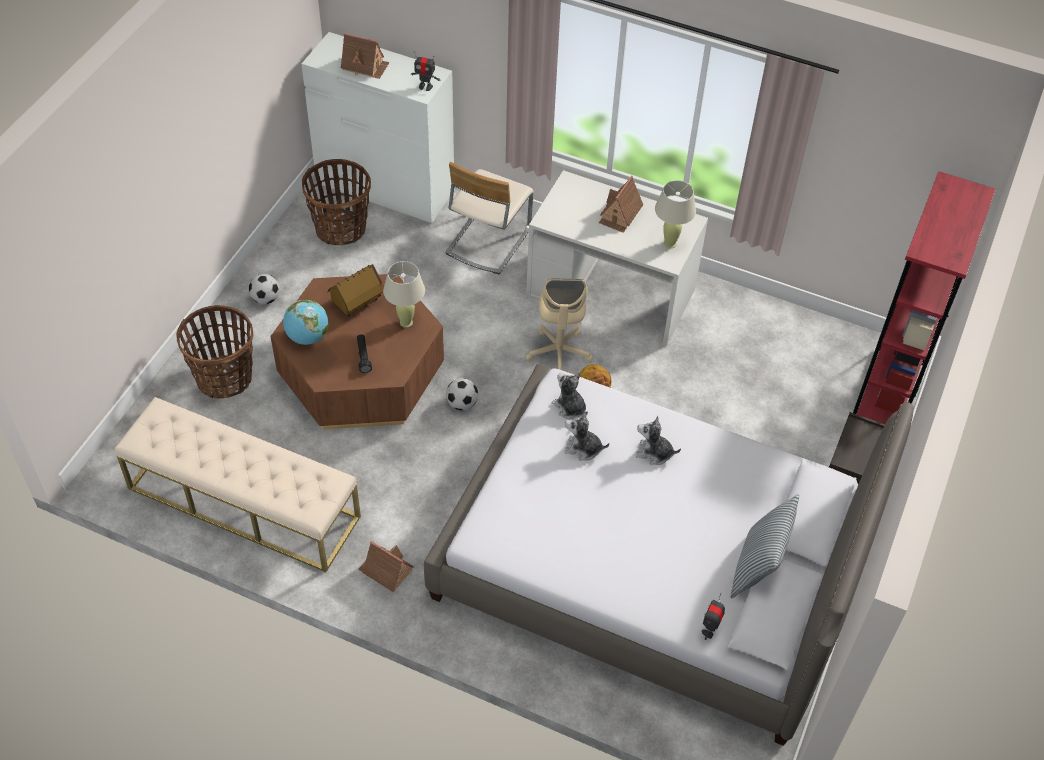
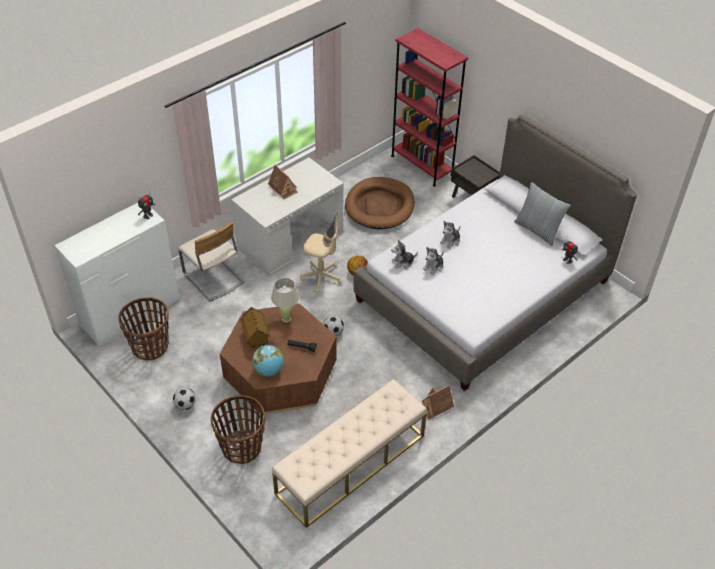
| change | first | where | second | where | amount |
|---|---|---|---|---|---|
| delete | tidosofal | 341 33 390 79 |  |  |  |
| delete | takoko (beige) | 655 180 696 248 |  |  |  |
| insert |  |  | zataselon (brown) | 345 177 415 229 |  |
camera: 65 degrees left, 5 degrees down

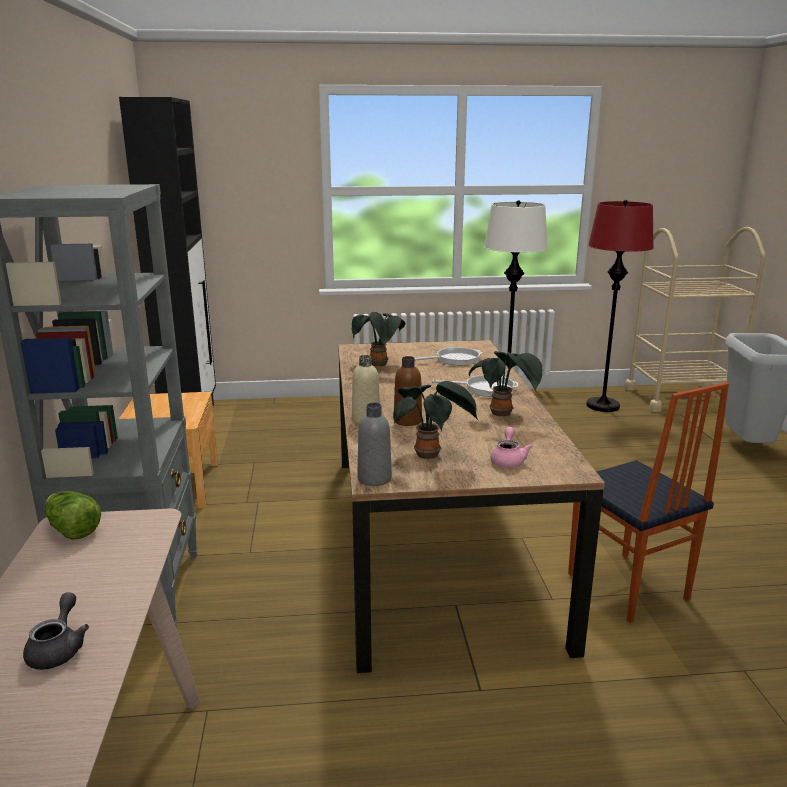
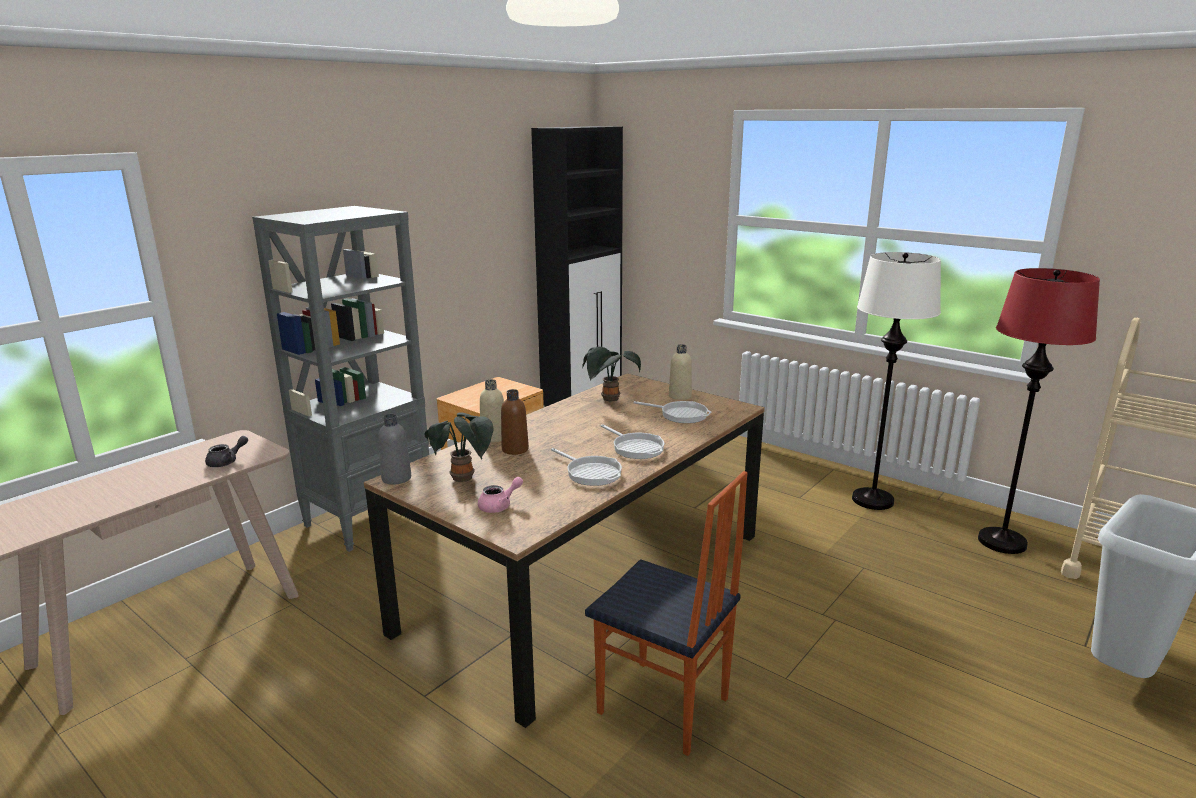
| change | first | where | second | where | amount |
|---|---|---|---|---|---|
| move | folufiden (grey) | 23 592 89 670 |  | 205 436 248 467 |  |
| delete | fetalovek | 45 491 101 540 |  |  |  |
| replace | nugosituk | 469 351 542 417 | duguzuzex | 551 448 622 486 |  |
| rotate | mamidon | 568 382 729 623 |  | 585 471 748 756 | 75 degrees counterclockwise |
| insert |  |  | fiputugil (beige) | 669 344 692 400 |  |
camera: 45 degrees right, 0 degrees up

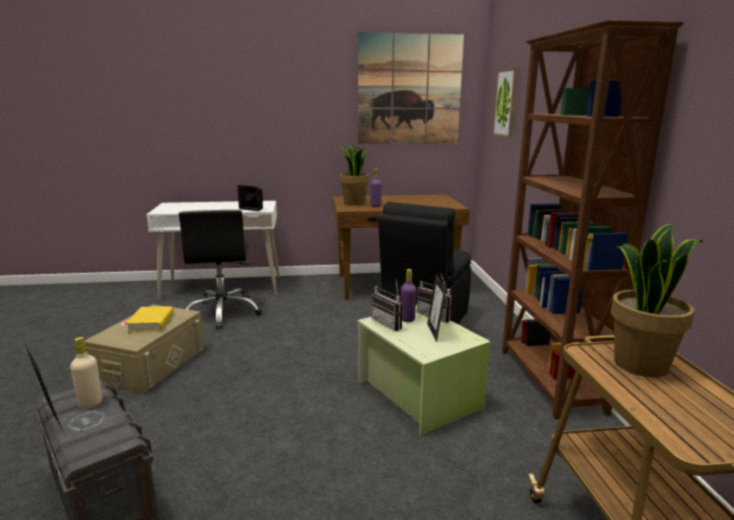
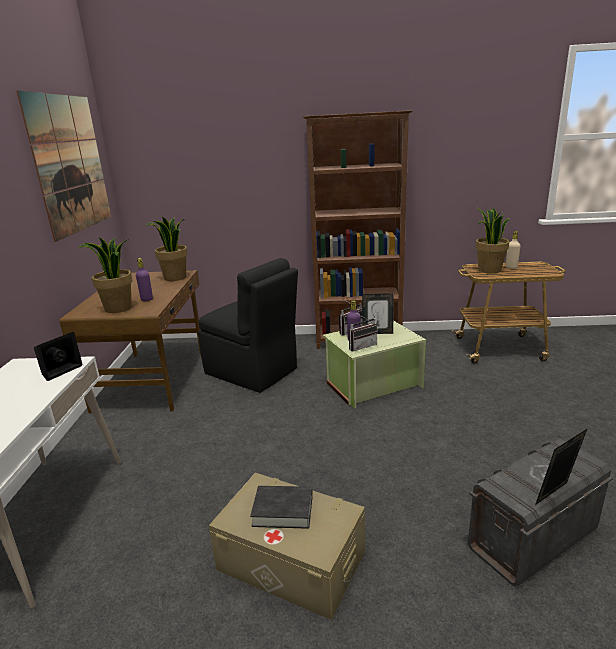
| change | first | where | second | where | amount |
|---|---|---|---|---|---|
| move | fiputugil (beige) | 70 337 102 409 |  | 506 231 521 269 |  |
| recolor | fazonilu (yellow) | 126 306 174 333 | fazonilu (black) | 250 486 313 529 |  |
| delete | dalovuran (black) | 179 210 262 329 |  |  |  |
| delete | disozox | 492 67 519 138 |  |  |  |
| insert |  |  | nugosituk | 145 216 188 281 |  |
camera: 80 degrees left, 5 degrees up

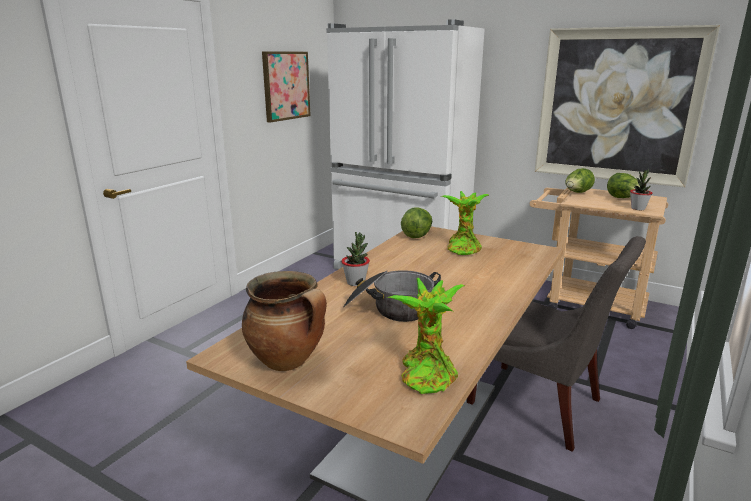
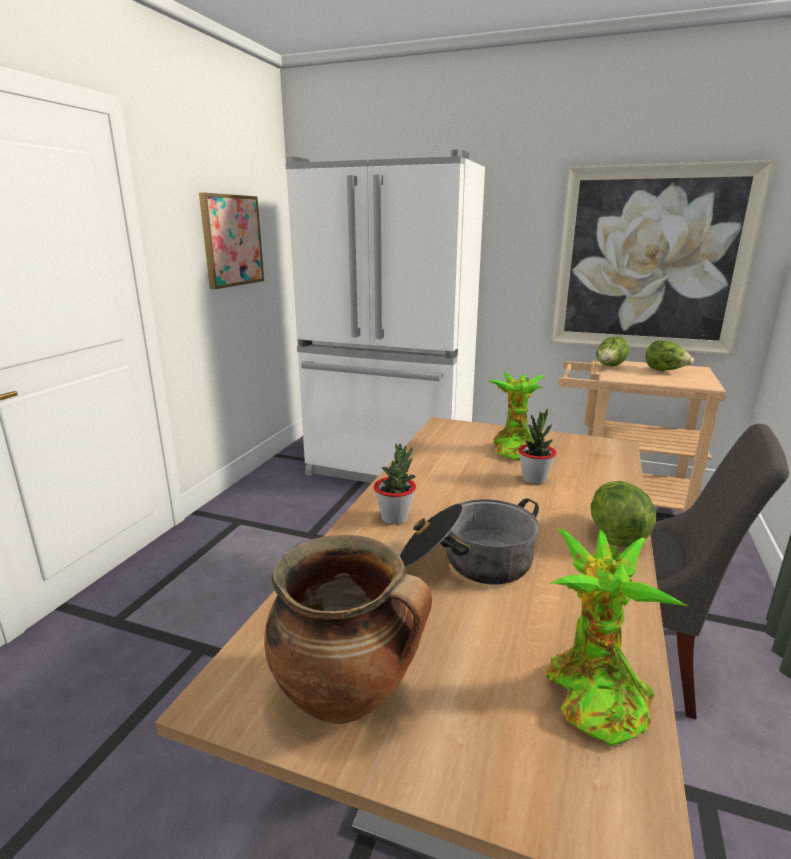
| change | first | where | second | where | amount |
|---|---|---|---|---|---|
| move | fetalovek | 401 207 432 238 |  | 591 481 656 547 |  |
| move | nugosituk | 630 169 652 210 |  | 518 409 556 484 |  |
camera: 10 degrees left, 0 degrees up

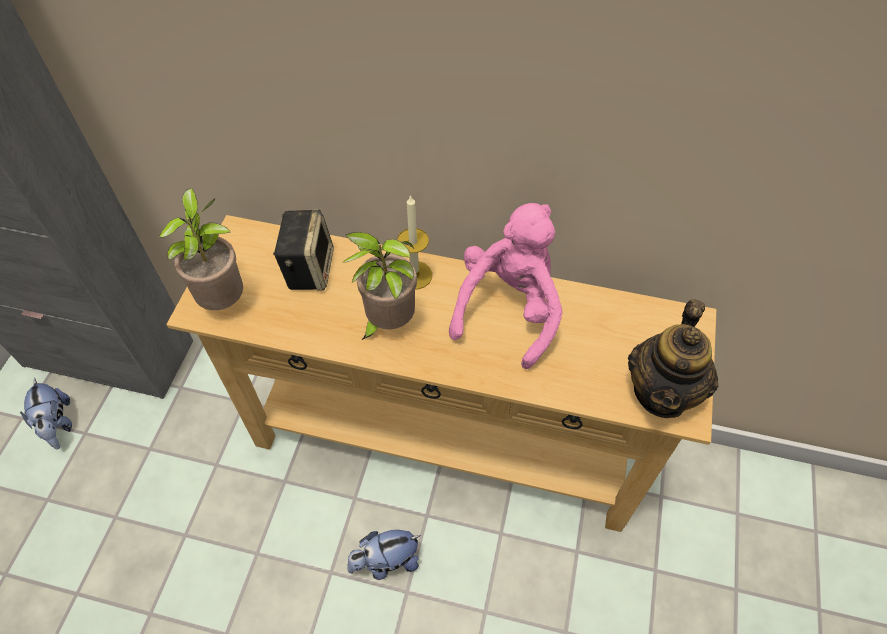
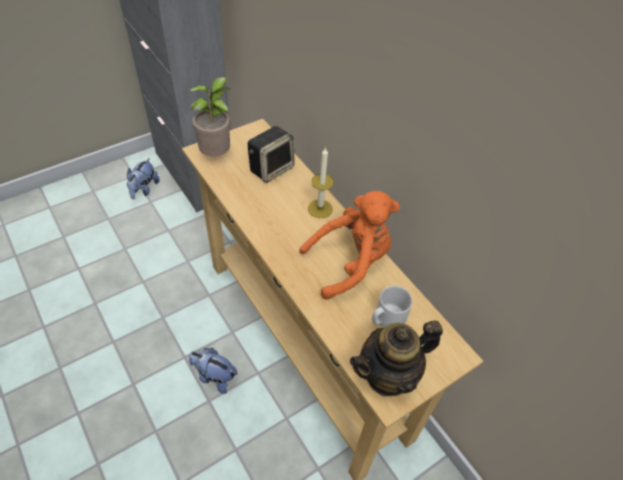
| change | first | where | second | where | amount |
|---|---|---|---|---|---|
| delete | nugosituk | 342 232 417 340 |  |  |  |
| recolor | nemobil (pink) | 449 203 563 369 | nemobil (orange) | 299 191 400 299 |  |
| insert |  |  | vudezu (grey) | 372 286 412 328 |  |
camera: 40 degrees right, 5 degrees down

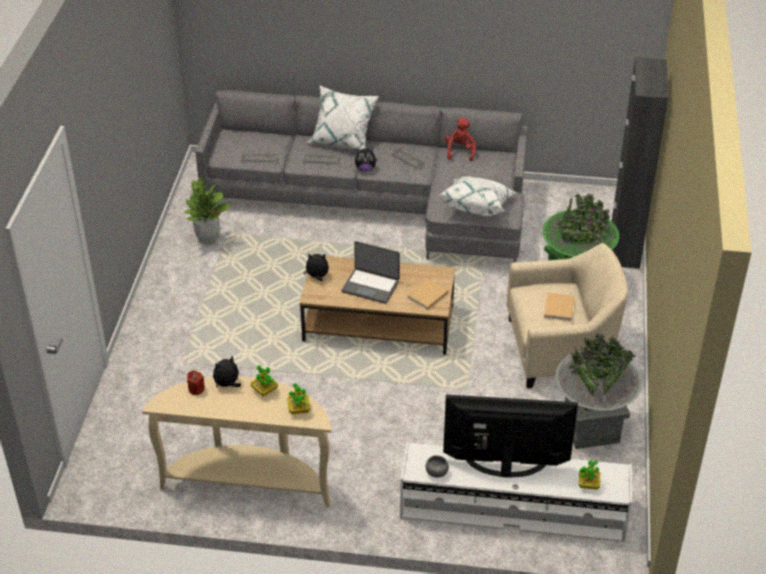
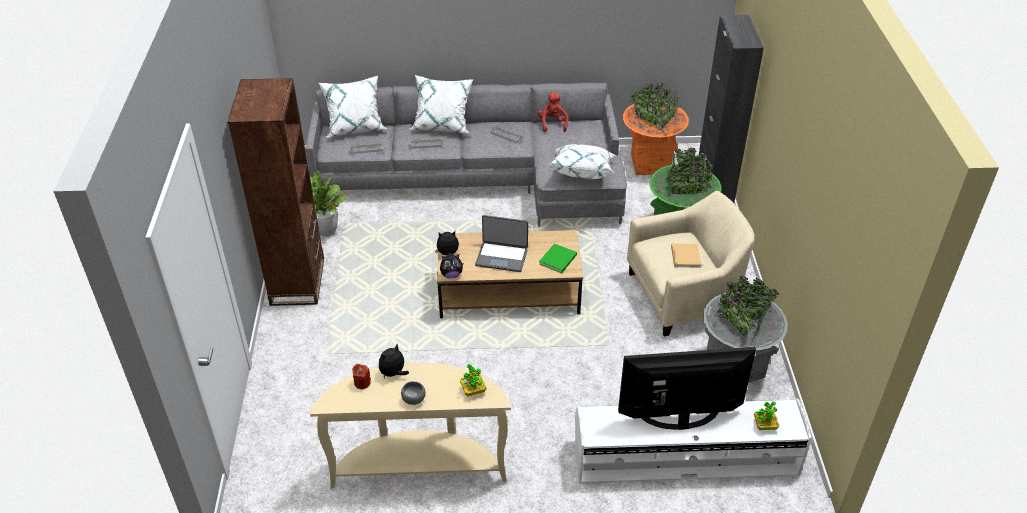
| change | first | where | second | where | amount |
|---|---|---|---|---|---|
| delete | nugosituk | 251 366 278 397 |  |  |  |
| move | nemobil | 355 148 378 171 |  | 440 254 464 278 |  |
| recolor | fazonilu (beige) | 407 278 448 310 | fazonilu (green) | 539 243 577 273 |  |
| move | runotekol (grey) | 426 455 449 478 |  | 401 381 426 405 |  |
| insert |  |  | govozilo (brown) | 228 78 324 306 |  |
| insert |  |  | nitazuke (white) | 319 76 388 138 |  |
| insert |  |  | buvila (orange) | 623 83 689 175 |  |
camera: 10 degrees left, 0 degrees up

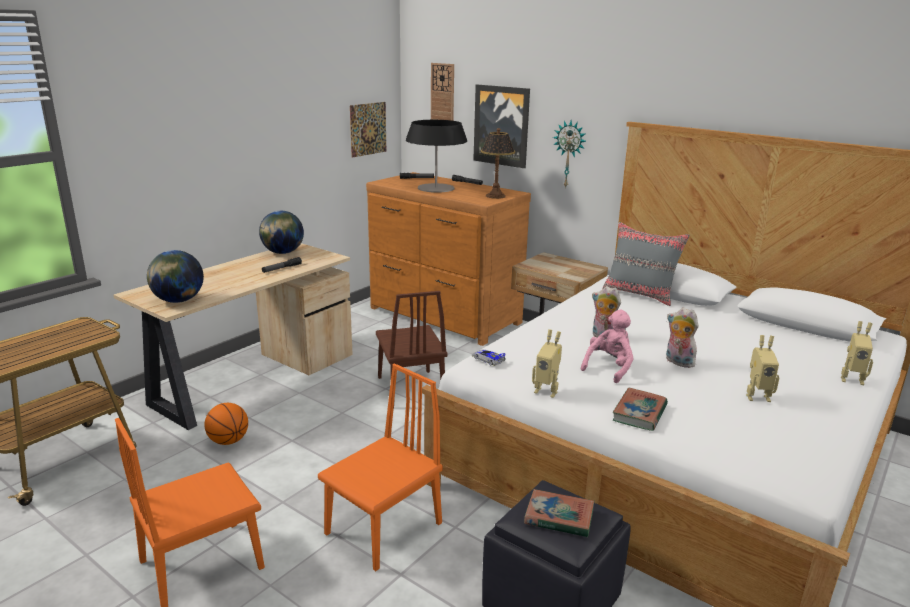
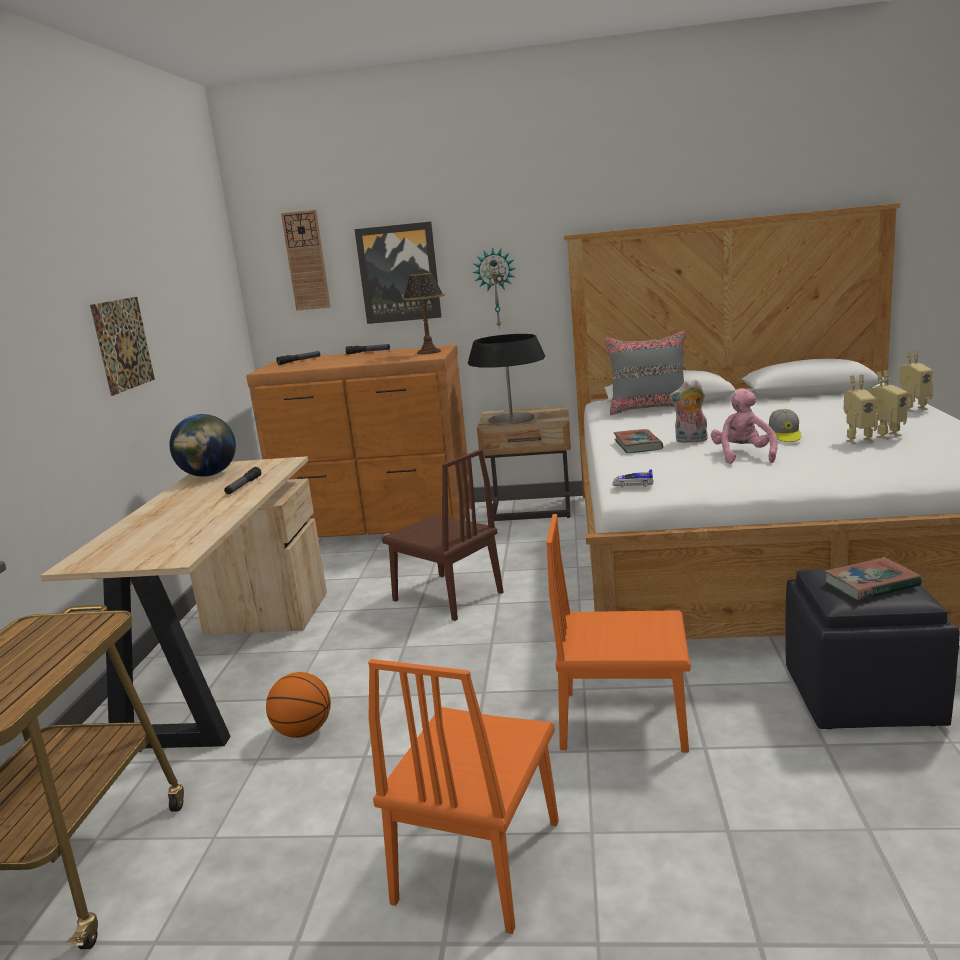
| change | first | where | second | where | amount |
|---|---|---|---|---|---|
| delete | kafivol | 147 250 204 303 |  |  |  |
| rotate | mamidon (orange) | 318 363 443 571 |  | 546 514 691 753 | 90 degrees counterclockwise |
| move | disozox | 350 102 386 158 |  | 90 297 155 396 |  |
| move | takoko | 406 120 467 193 |  | 468 334 545 425 |  |
| move | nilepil | 532 329 562 398 |  | 844 375 878 444 |  |
| move | fazonilu | 613 388 668 431 |  | 614 429 663 453 |  |
| replace | nemobil | 666 308 699 368 | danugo | 769 409 801 442 |  |
camera: 30 degrees left, 5 degrees down

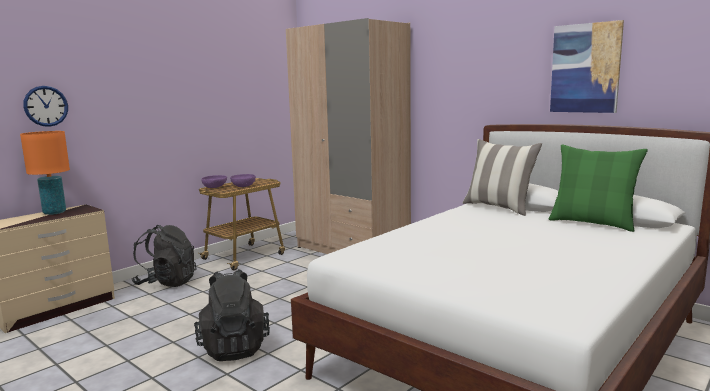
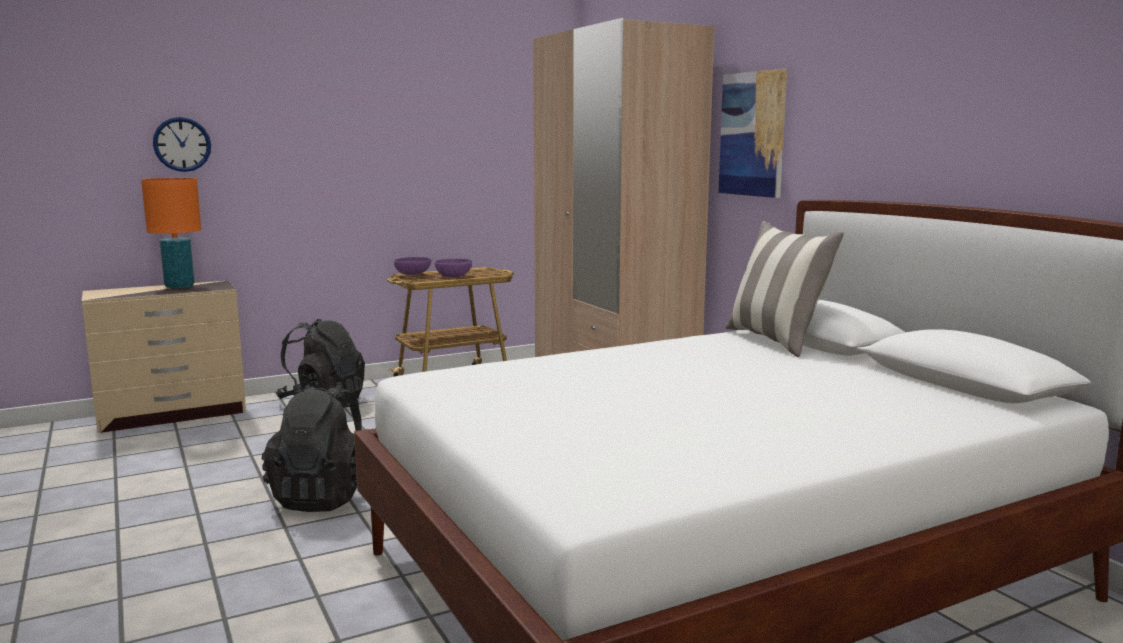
| change | first | where | second | where | amount |
|---|---|---|---|---|---|
| delete | nitazuke (green) | 548 145 648 232 |  |  |  |
| move | disozox | 550 20 624 113 |  | 718 69 787 198 |  |
camera: 20 degrees right, 0 degrees up

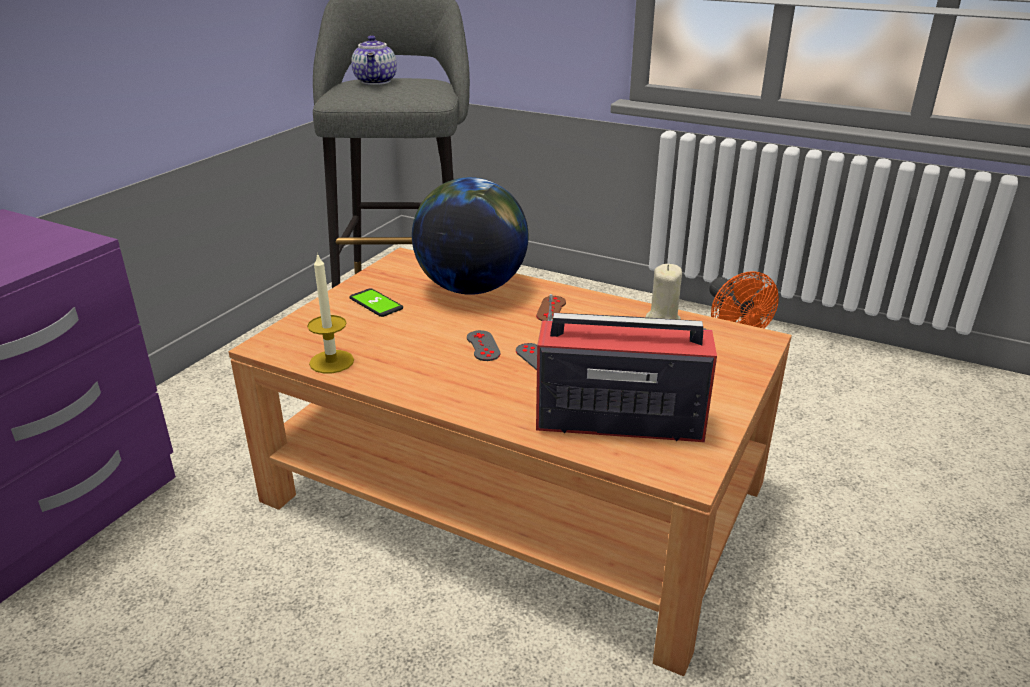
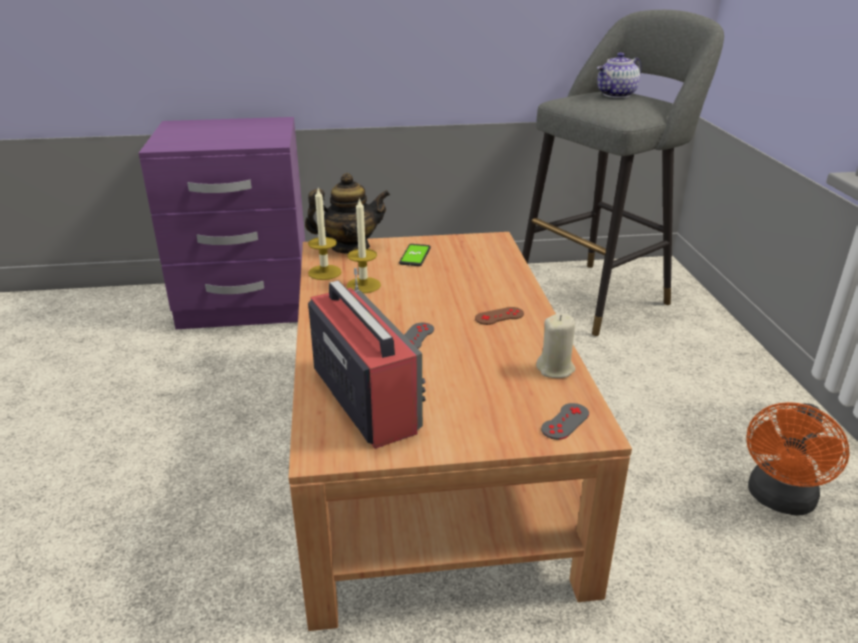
| change | first | where | second | where | amount |
|---|---|---|---|---|---|
| delete | kafivol | 412 177 529 295 |  |  |  |
| move | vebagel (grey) | 467 330 501 361 |  | 541 403 589 440 |  |
| insert |  |  | folufiden | 305 173 390 254 |  |
| insert |  |  | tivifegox | 347 198 381 293 |  |
camera: 55 degrees right, 0 degrees up

